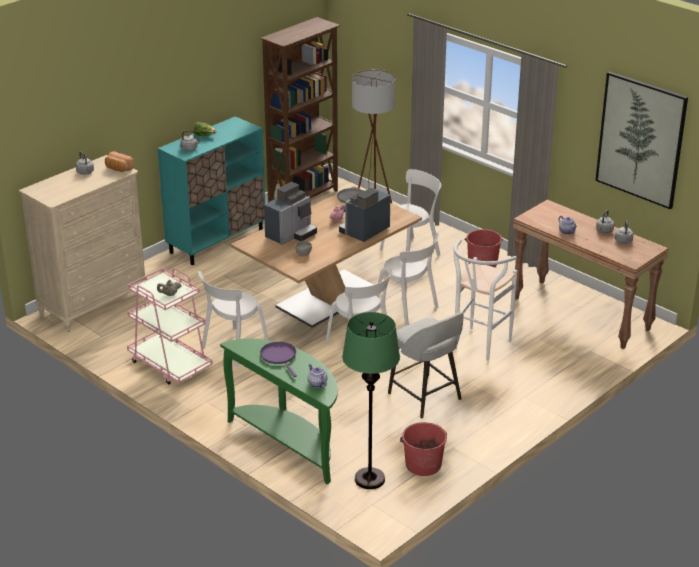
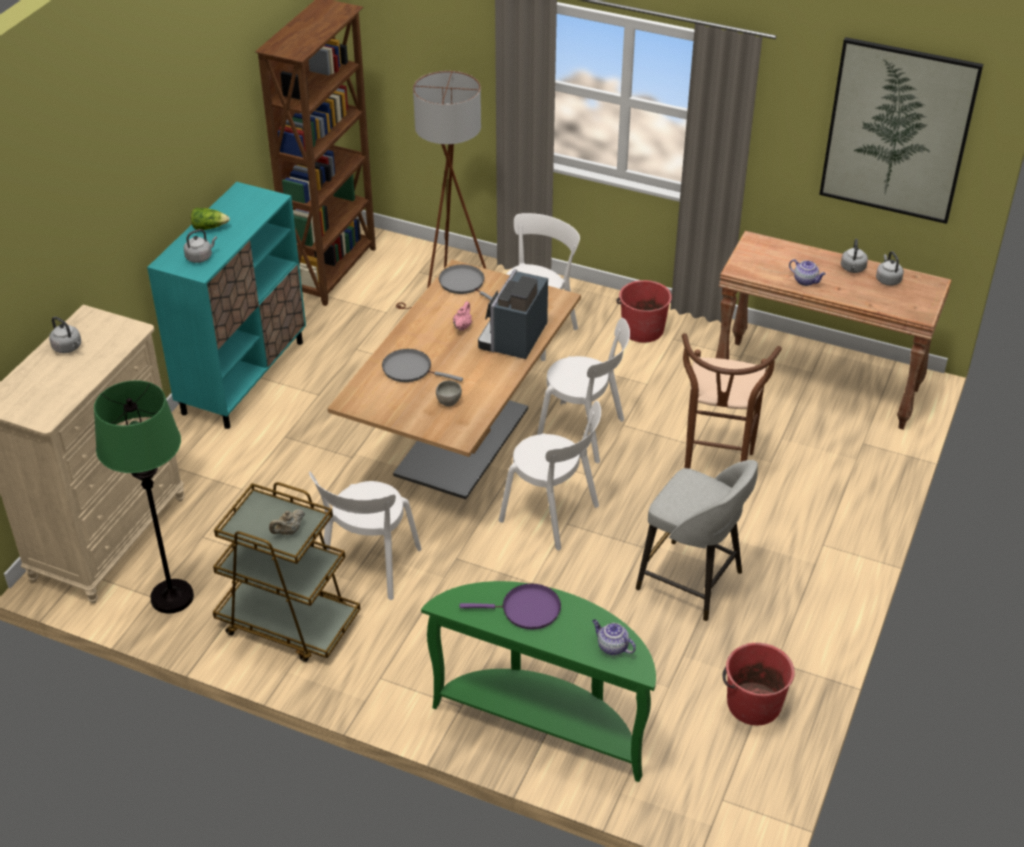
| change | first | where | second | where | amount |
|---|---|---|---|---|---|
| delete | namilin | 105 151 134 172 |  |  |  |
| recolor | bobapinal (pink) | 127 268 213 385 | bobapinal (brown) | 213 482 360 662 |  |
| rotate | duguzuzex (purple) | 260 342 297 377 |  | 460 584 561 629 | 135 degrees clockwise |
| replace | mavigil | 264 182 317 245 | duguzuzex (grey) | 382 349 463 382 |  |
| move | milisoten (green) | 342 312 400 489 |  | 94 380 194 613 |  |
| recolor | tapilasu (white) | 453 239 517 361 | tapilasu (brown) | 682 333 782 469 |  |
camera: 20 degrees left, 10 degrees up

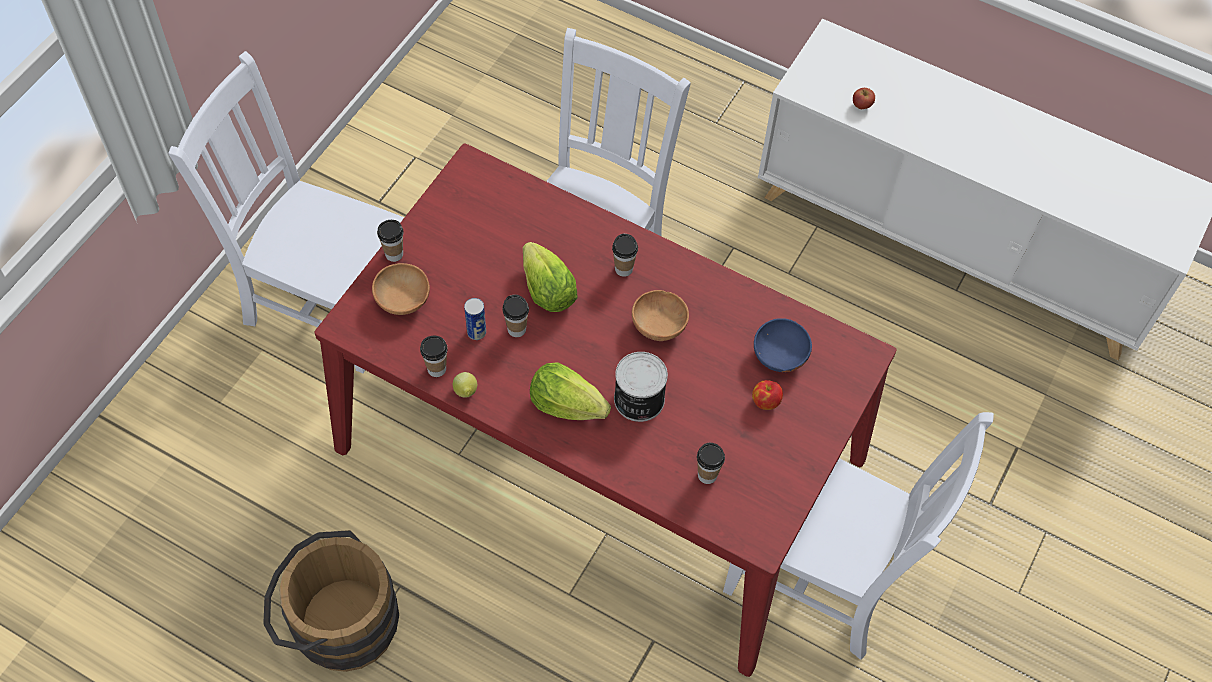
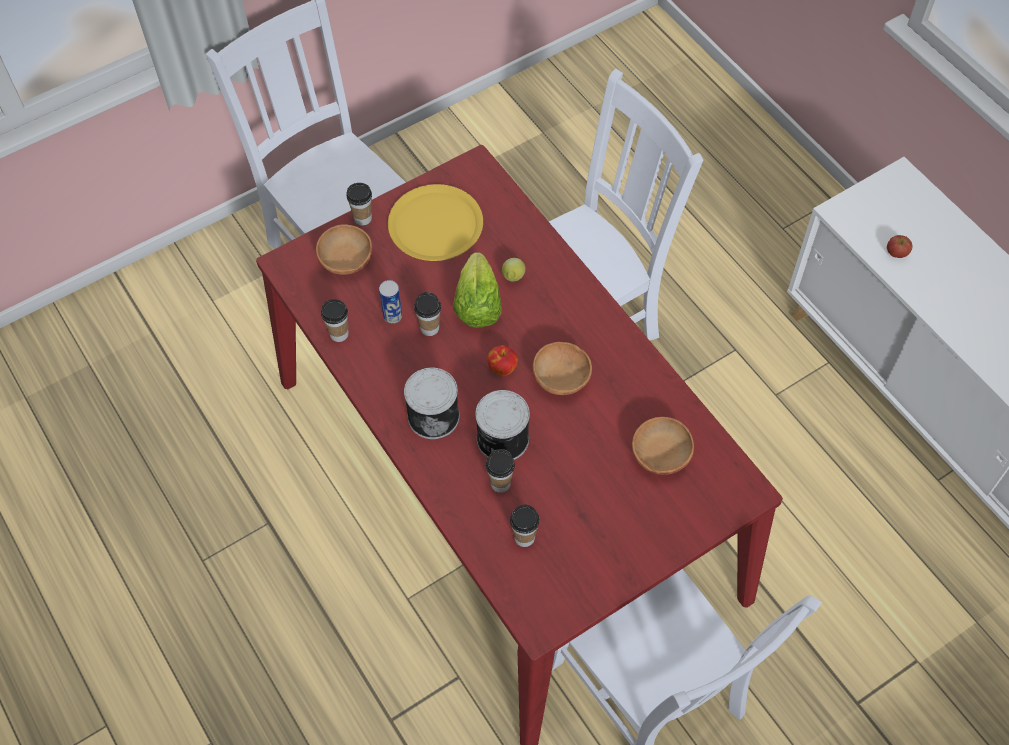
| change | first | where | second | where | amount |
|---|---|---|---|---|---|
| delete | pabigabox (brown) | 263 530 399 672 |  |  |  |
| move | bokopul | 453 372 477 398 |  | 502 258 525 282 |  |
| replace | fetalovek | 530 362 611 420 | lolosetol | 404 367 459 439 |  |
| move | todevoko | 612 234 638 277 |  | 486 449 515 493 |  |
| move | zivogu | 752 380 783 410 |  | 488 345 518 376 |  |
| recolor | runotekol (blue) | 754 318 812 372 | runotekol (brown) | 632 417 694 475 |  |
| insert |  |  | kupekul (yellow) | 388 184 483 261 |  |
camera: 30 degrees right, 0 degrees up

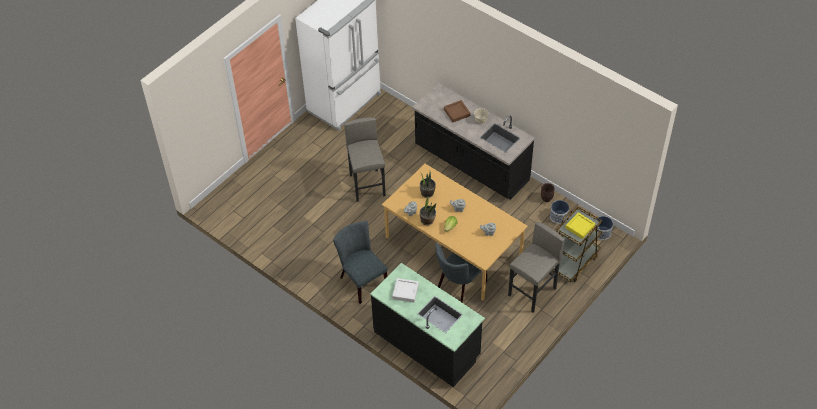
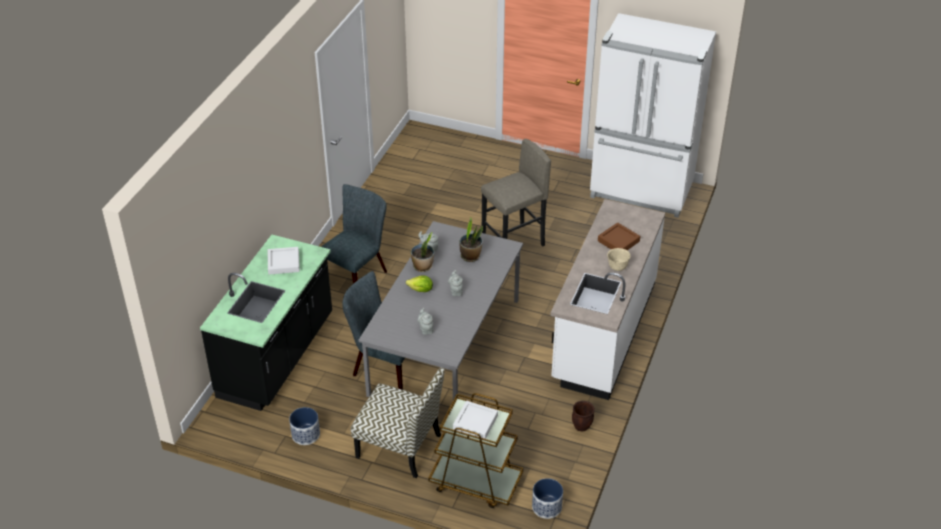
| change | first | where | second | where | amount |
|---|---|---|---|---|---|
| recolor | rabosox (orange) | 382 164 528 301 | rabosox (grey) | 359 221 523 400 |  |
| recolor | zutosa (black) | 412 83 535 200 | zutosa (white) | 550 199 665 400 |  |
| replace | tapilasu (grey) | 508 222 565 312 | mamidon | 351 367 445 478 |  |
| move | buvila | 550 200 569 224 |  | 289 407 320 445 |  |
| recolor | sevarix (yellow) | 565 212 595 239 | sevarix (white) | 453 401 498 439 |  |
camera: 70 degrees right, 10 degrees down

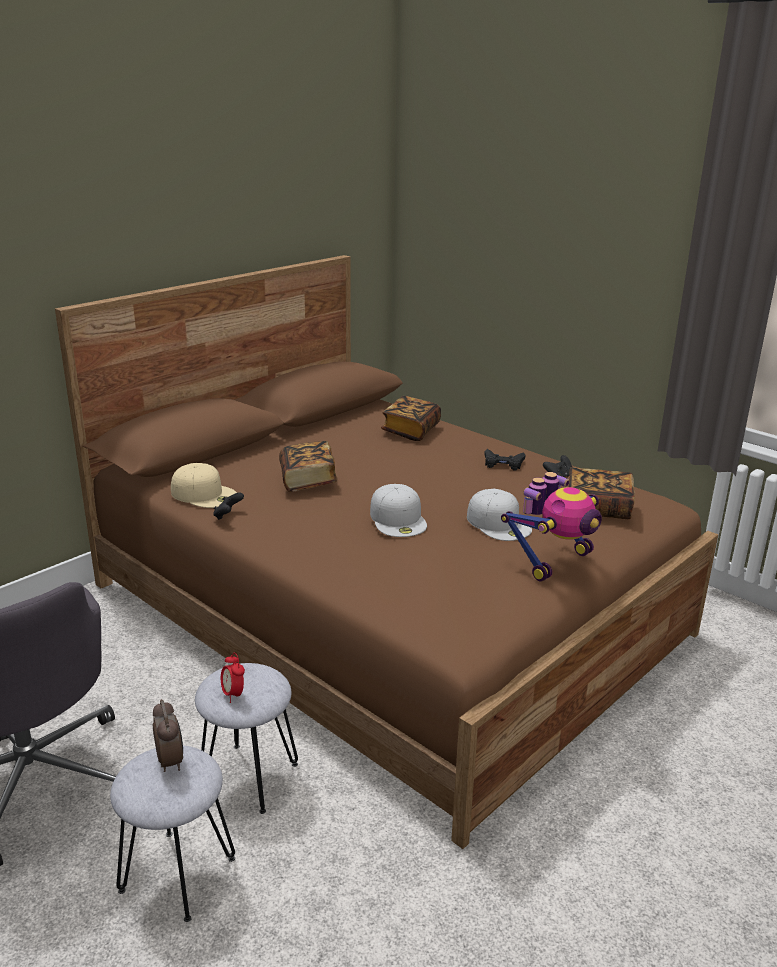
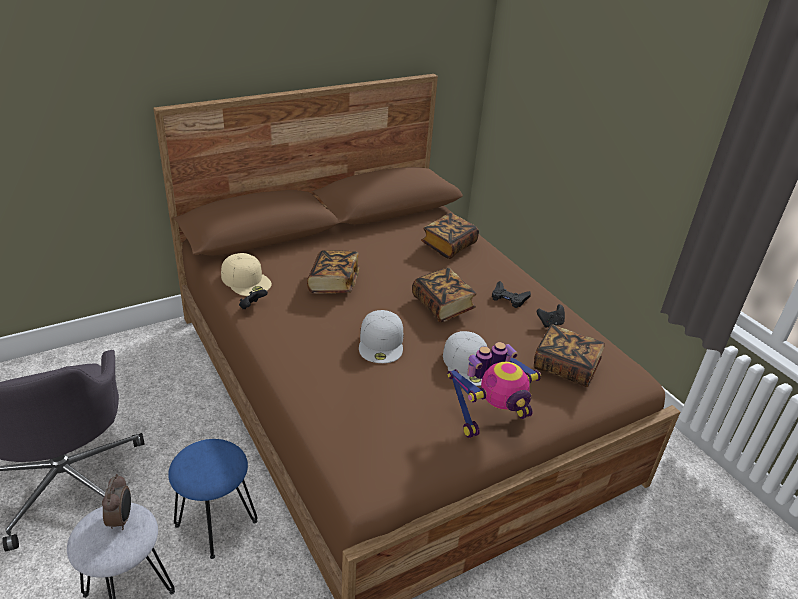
| change | first | where | second | where | amount |
|---|---|---|---|---|---|
| recolor | tapilasu (grey) | 195 663 298 814 | tapilasu (blue) | 168 439 258 559 |  |
| delete | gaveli | 221 652 245 703 |  |  |  |
| insert |  |  | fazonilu | 412 268 476 322 |  |
camera: 15 degrees right, 10 degrees up

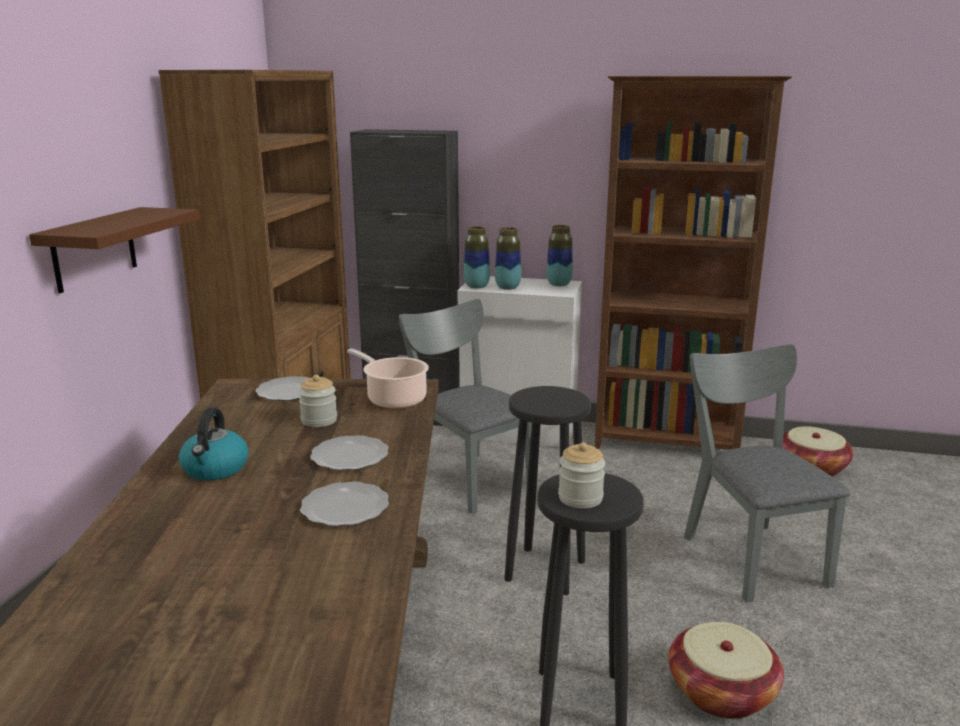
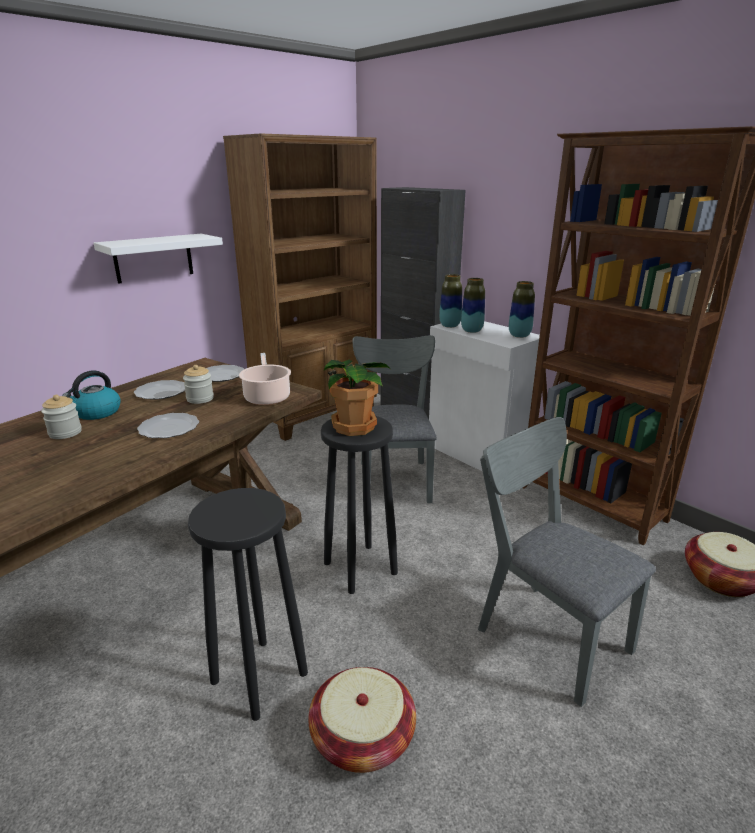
| change | first | where | second | where | amount |
|---|---|---|---|---|---|
| recolor | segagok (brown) | 29 207 200 293 | segagok (white) | 94 234 223 284 |  |
| move | kupekul | 300 481 389 526 |  | 134 380 185 400 |  |
| move | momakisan | 558 442 605 508 |  | 41 395 82 439 |  |
| rotate | mamidon (grey) | 684 344 850 603 |  | 478 417 656 707 | 60 degrees counterclockwise |
| insert |  |  | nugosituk | 323 360 390 436 |  |
camera: 35 degrees right, 5 degrees up

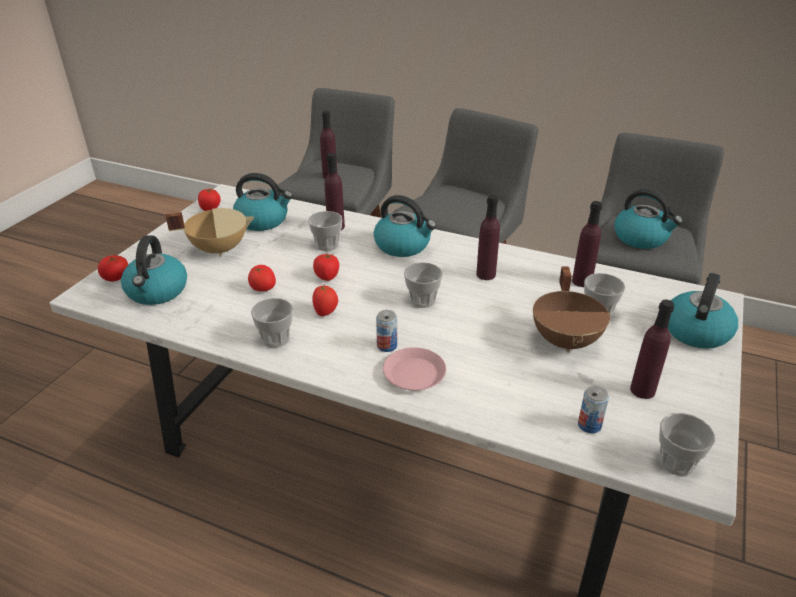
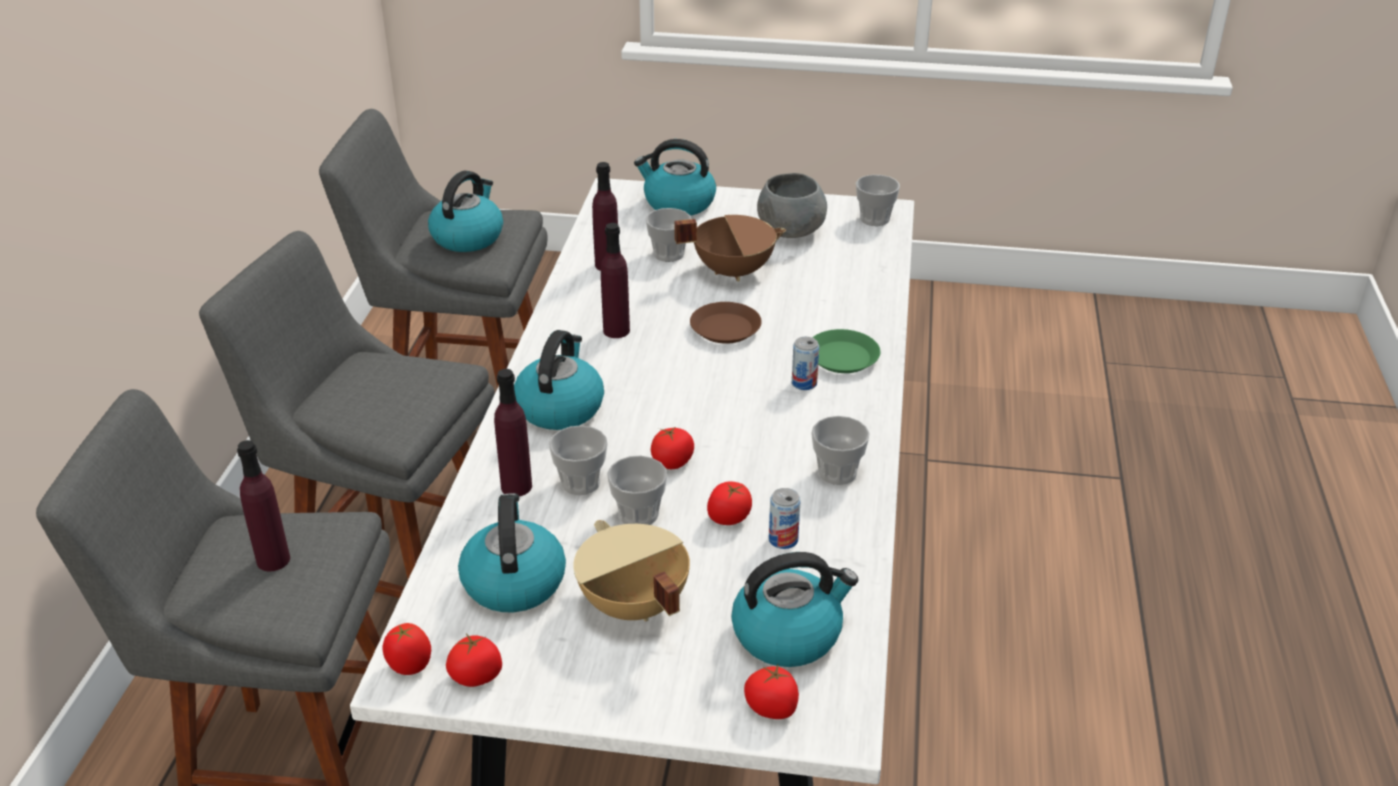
| change | first | where | second | where | amount |
|---|---|---|---|---|---|
| move | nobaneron | 312 285 338 316 |  | 382 623 431 675 |  |
| recolor | kupekul (pink) | 383 347 446 391 | kupekul (green) | 812 329 880 373 |  |
| move | todevoko | 404 262 443 308 |  | 607 456 667 525 |  |
| move | lolosetol | 578 386 609 433 |  | 769 488 801 549 |  |
| replace | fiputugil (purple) | 630 300 674 399 | runotekol (grey) | 757 173 827 238 |  |
| insert |  |  | kupekul (brown) | 690 302 762 344 |  |
camera: 105 degrees left, 0 degrees up

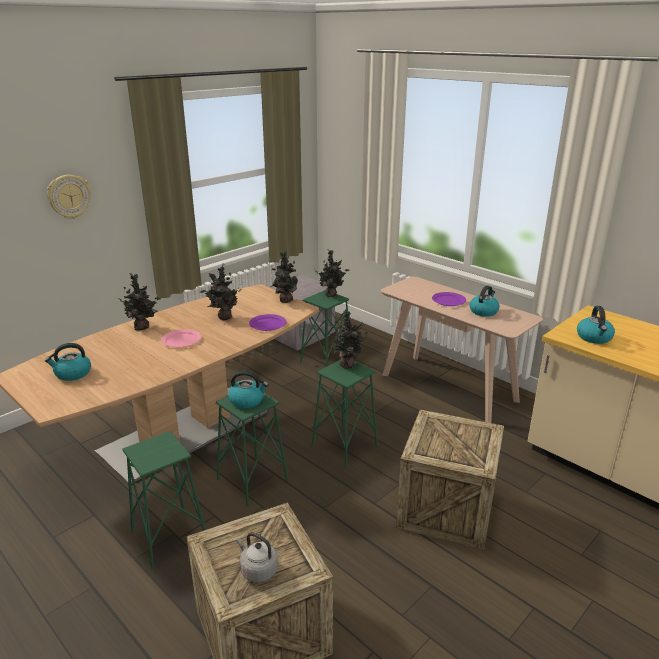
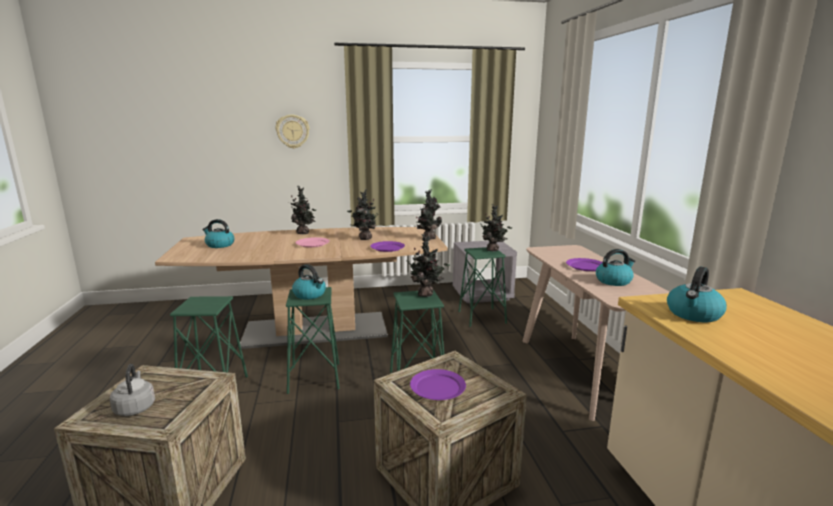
| change | first | where | second | where | amount |
|---|---|---|---|---|---|
| insert |  |  | kupekul (purple) | 410 369 466 400 |  |
camera: 35 degrees right, 10 degrees down

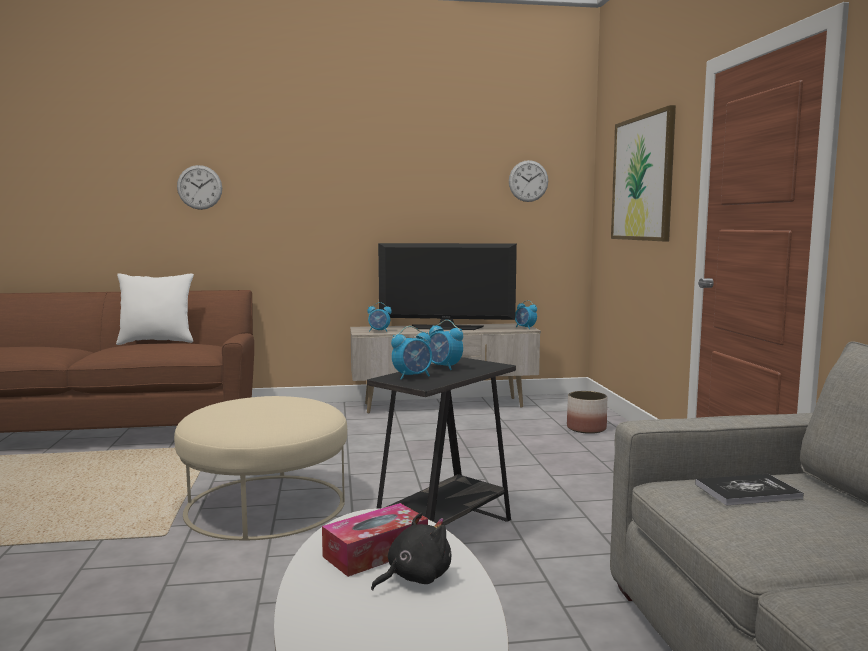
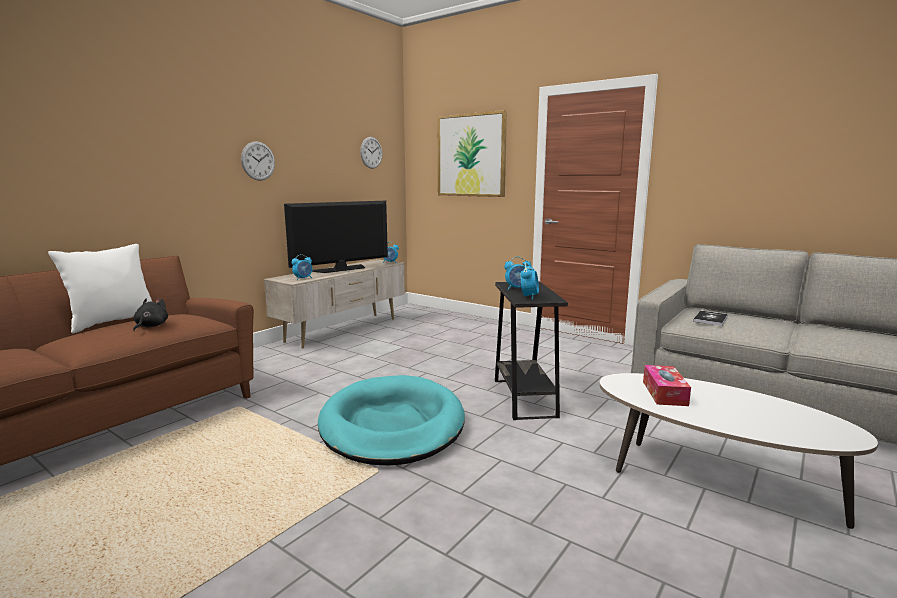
| change | first | where | second | where | amount |
|---|---|---|---|---|---|
| replace | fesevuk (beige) | 174 396 347 540 | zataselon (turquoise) | 318 375 465 466 |  |
| move | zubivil | 177 165 222 210 |  | 241 141 275 181 |  |
| move | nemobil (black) | 371 513 451 591 |  | 133 299 168 331 |  |
| delete | buvila | 567 391 607 434 |  |  |  |
camera: 45 degrees left, 5 degrees up

